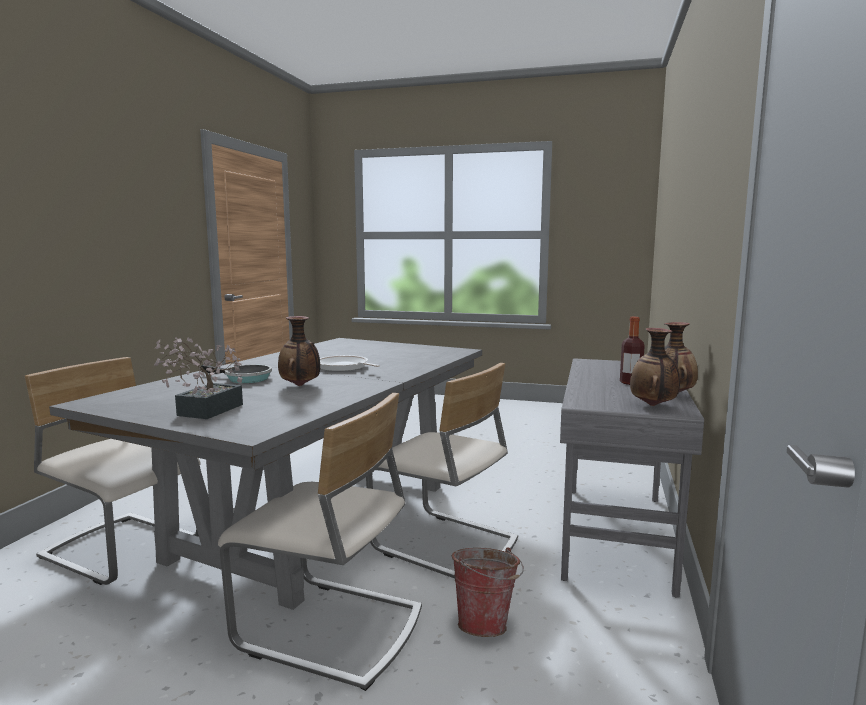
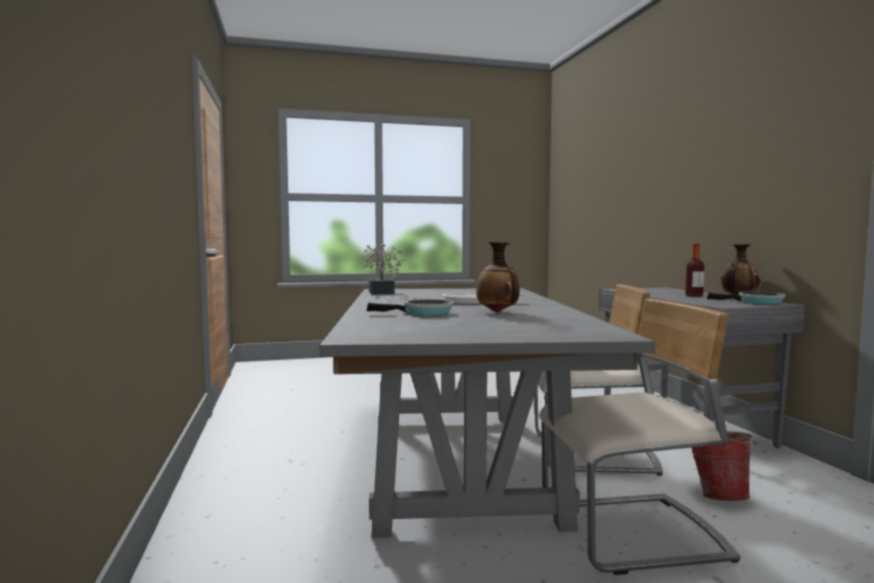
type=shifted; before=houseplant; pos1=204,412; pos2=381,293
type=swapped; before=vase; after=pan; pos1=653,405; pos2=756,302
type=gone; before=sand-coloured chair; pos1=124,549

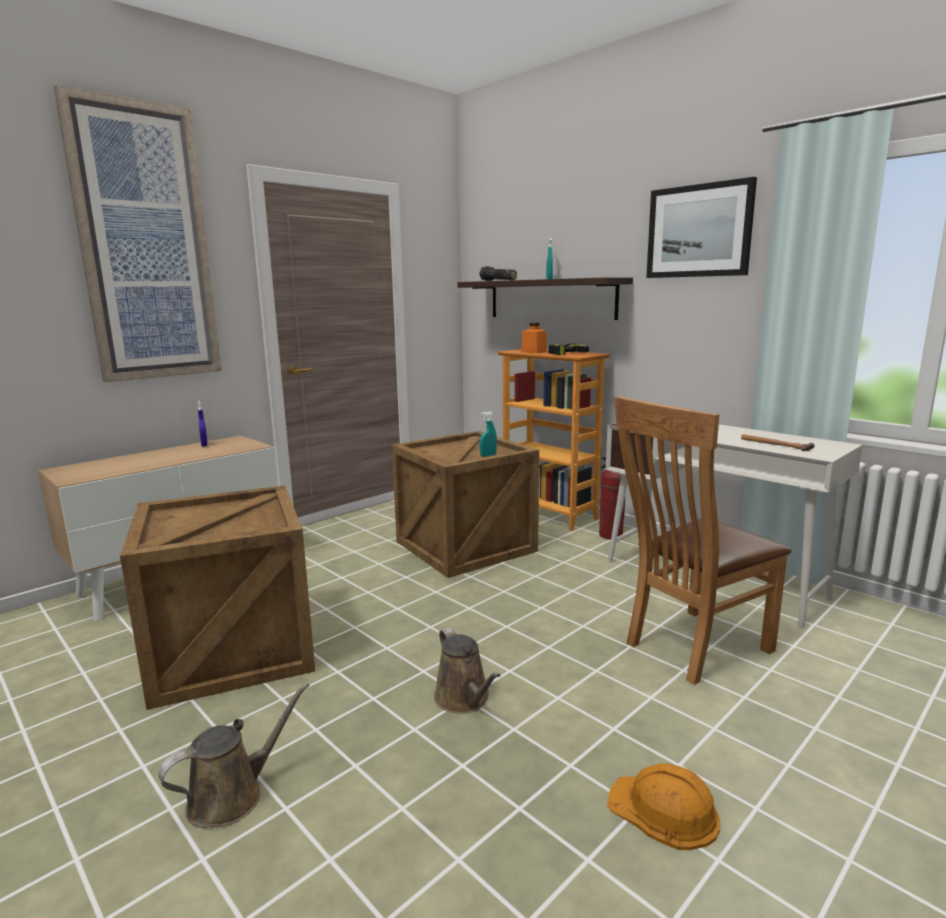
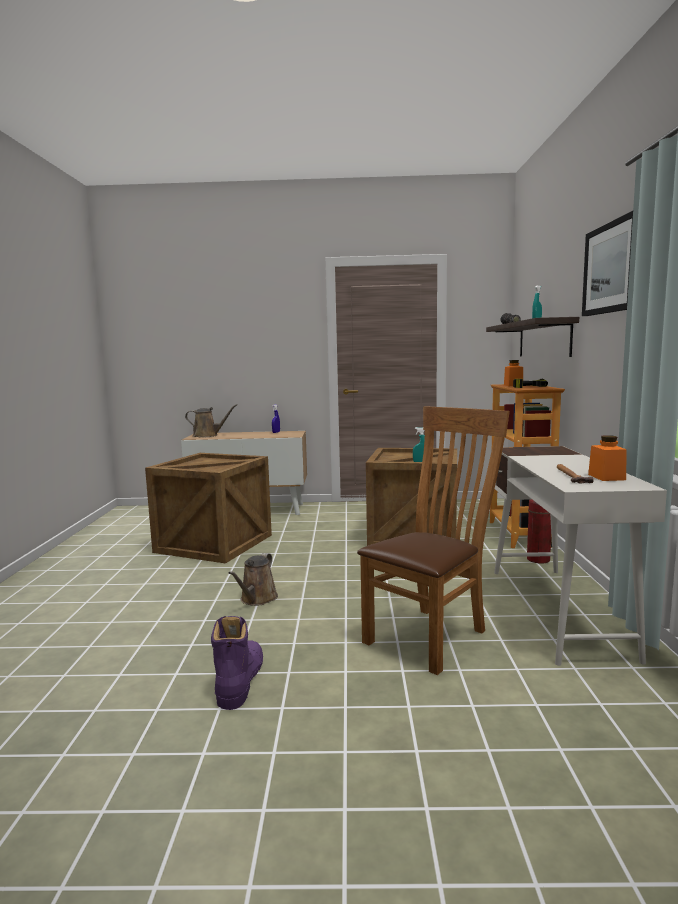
type=shifted; before=brown watering pot; pos1=232,796; pos2=208,435
type=swapped; before=orange-coloured work helmet; after=purplish tall boot; pos1=664,811; pos2=240,680
type=rotated; before=brown chair; pos1=690,647; pos2=431,635; turn=120
type=new; after=orange-coloured jar; pos2=606,477
type=gone; before=picture; pos1=145,245

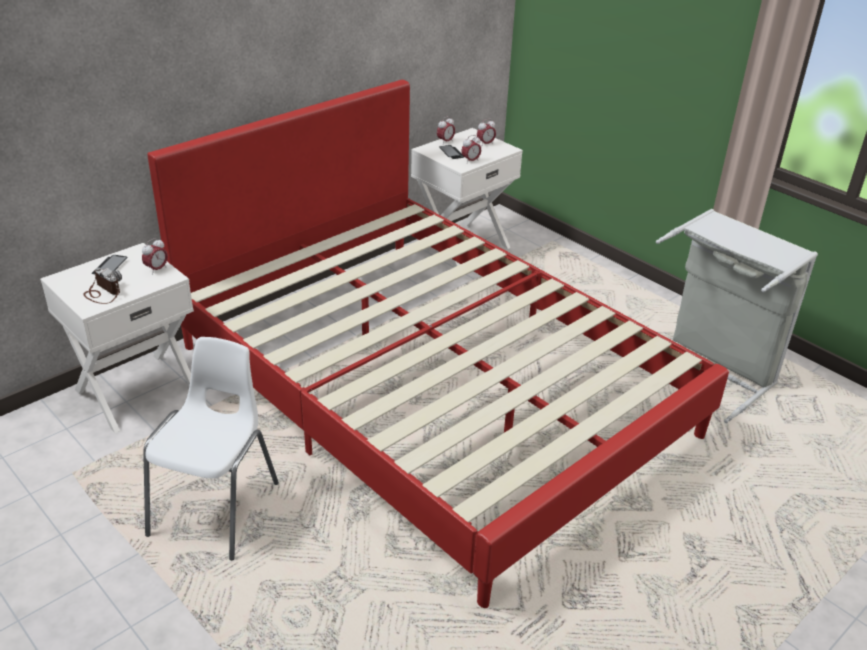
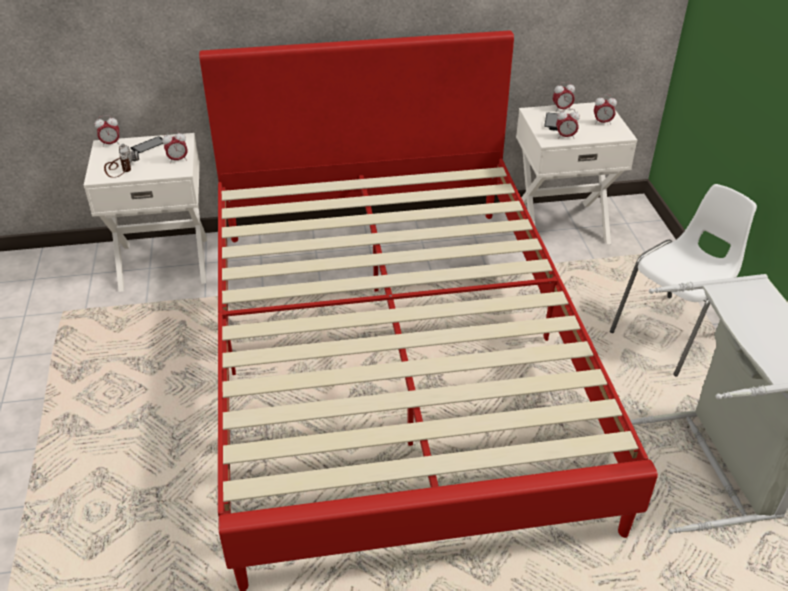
type=new; after=alarm clock; pos2=111,144
type=shifted; before=white-coloured chair; pos1=217,508; pos2=672,333

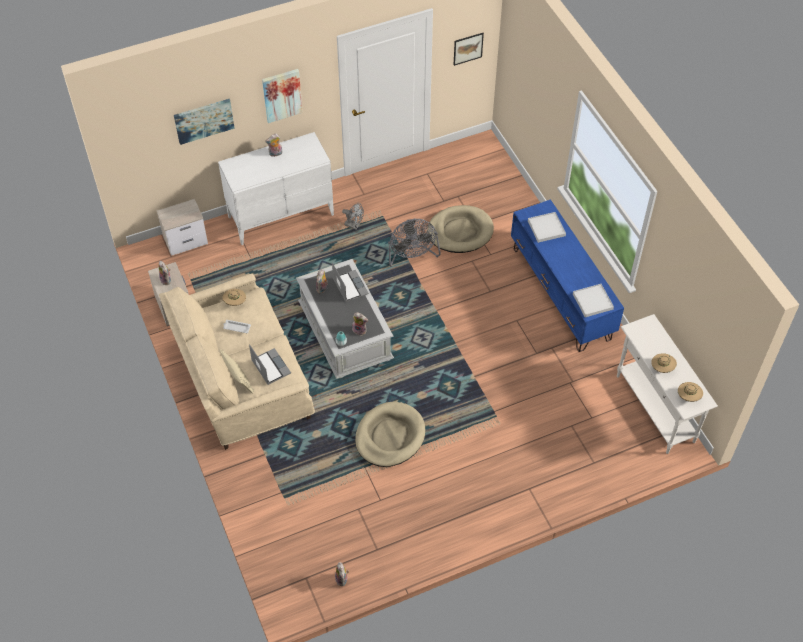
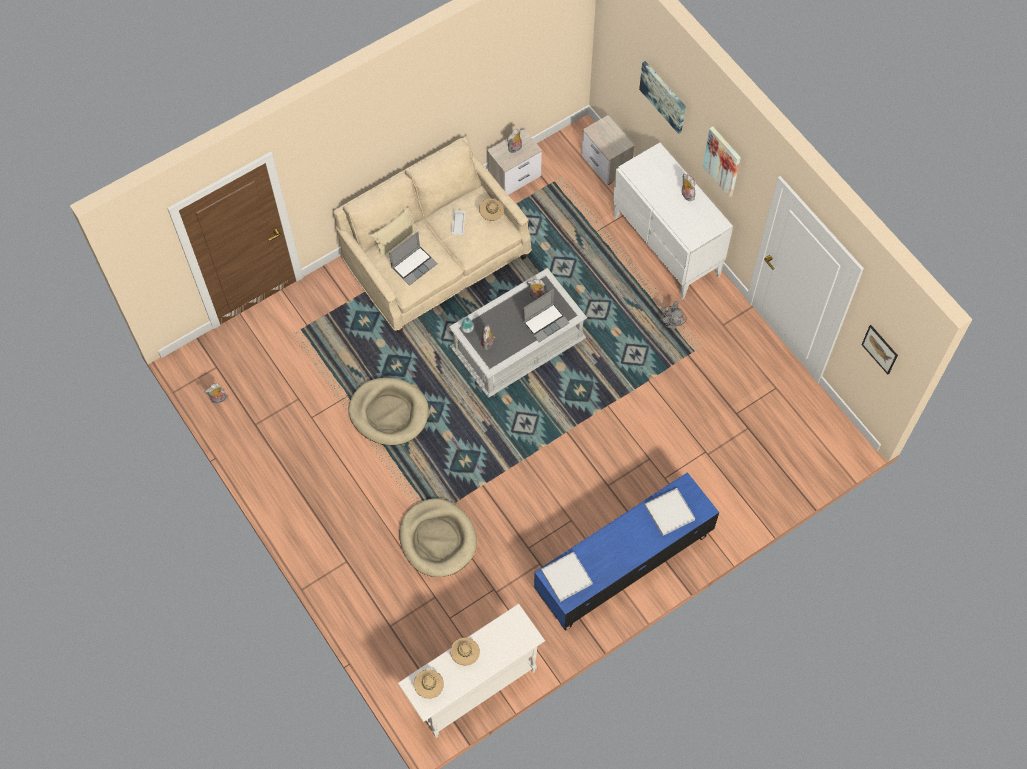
type=shifted; before=sand-coloured pet bed; pos1=460,231; pos2=438,539
type=gone; before=grey electric fan; pos1=409,254

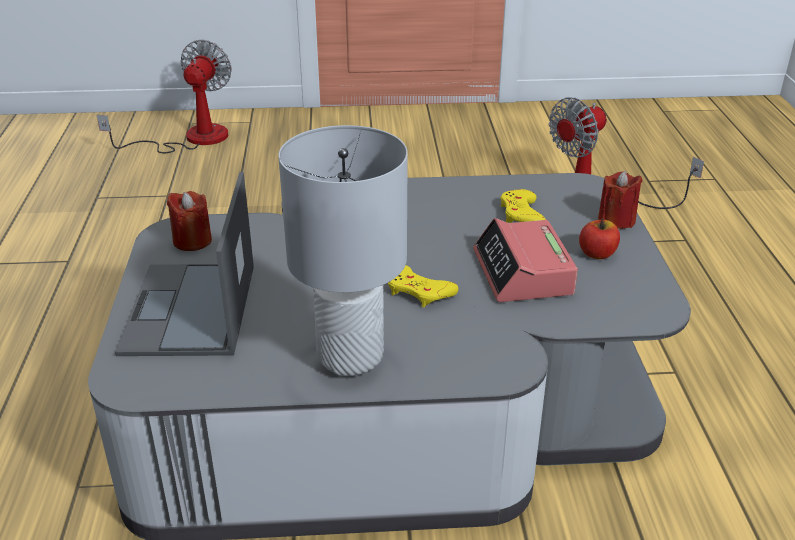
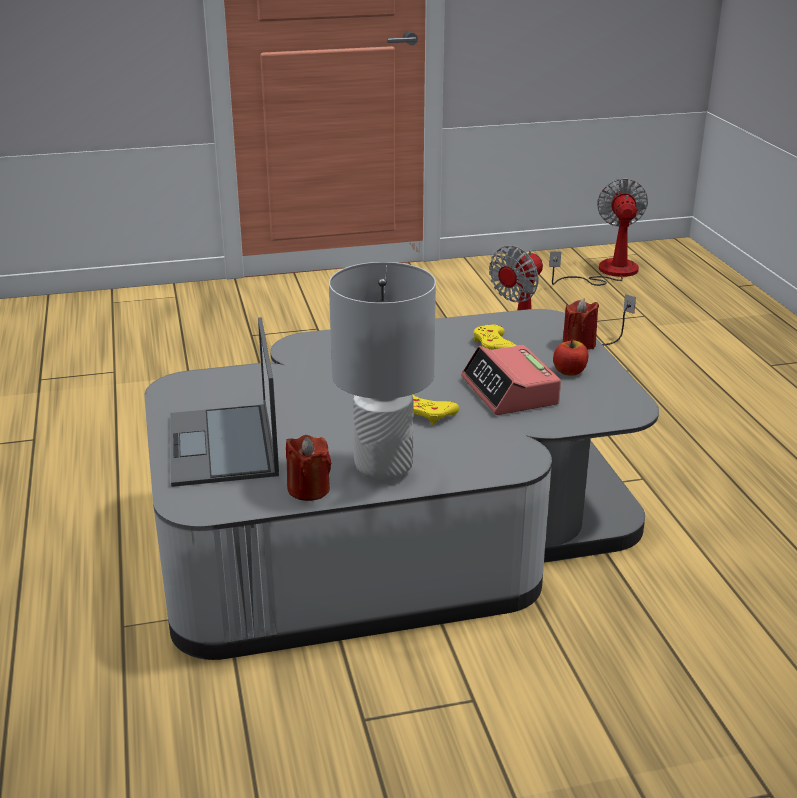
type=shifted; before=red wax candle; pos1=192,241; pos2=308,489
type=shifted; before=electric fan; pos1=191,139; pos2=607,272

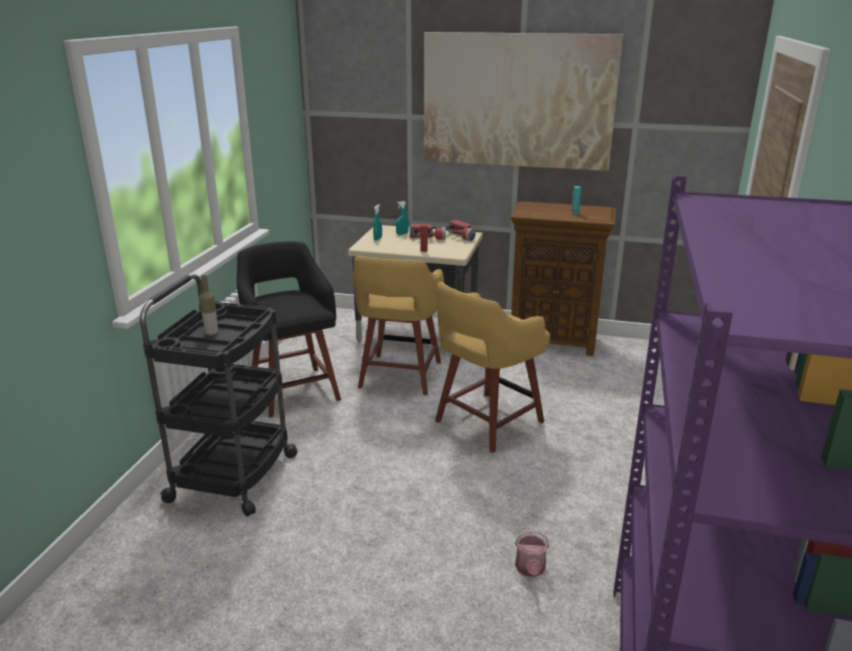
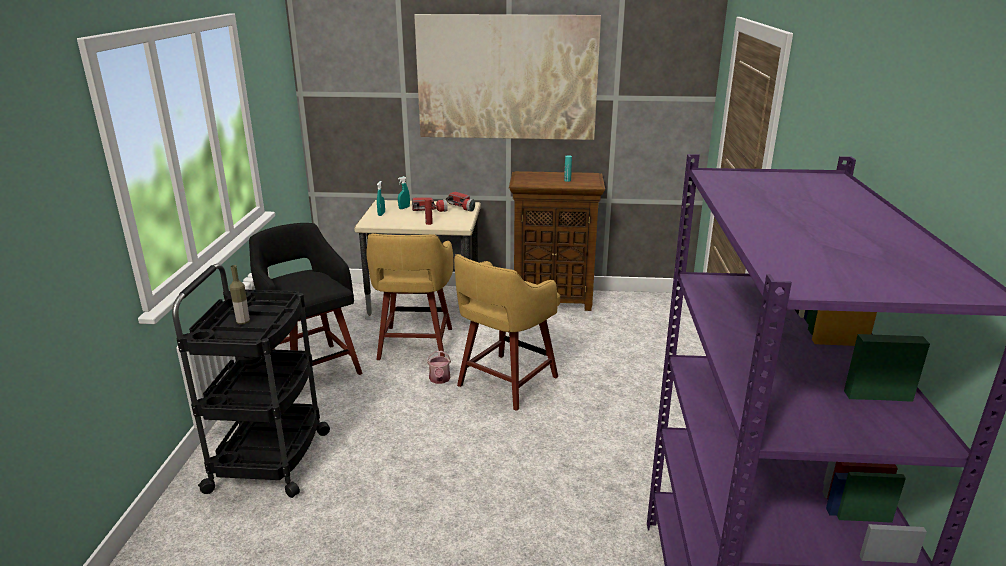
type=shifted; before=watering pot; pos1=530,569; pos2=439,380

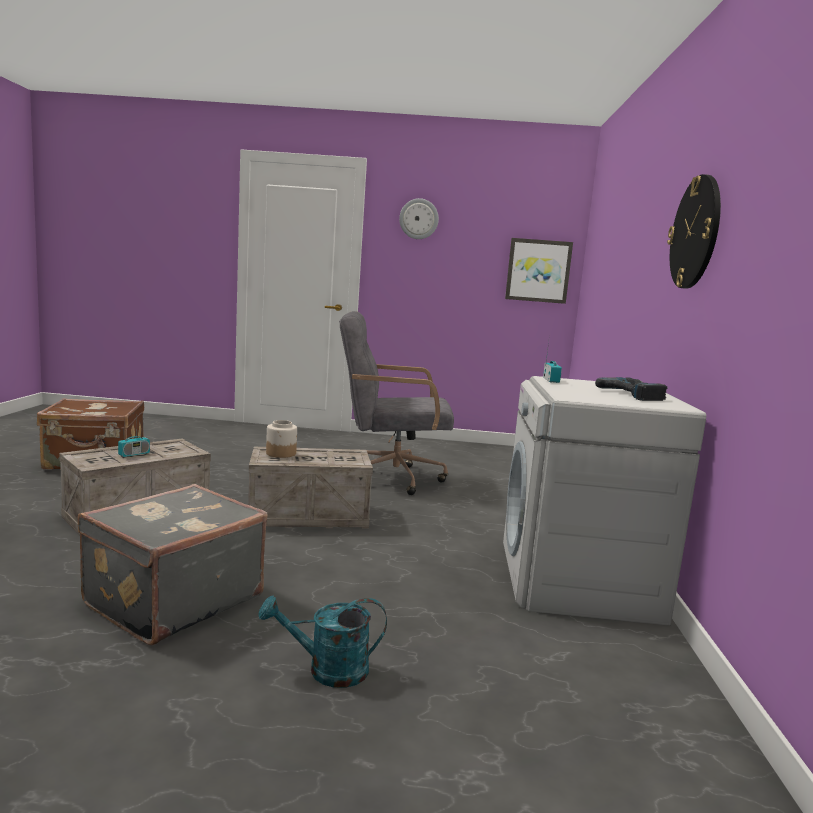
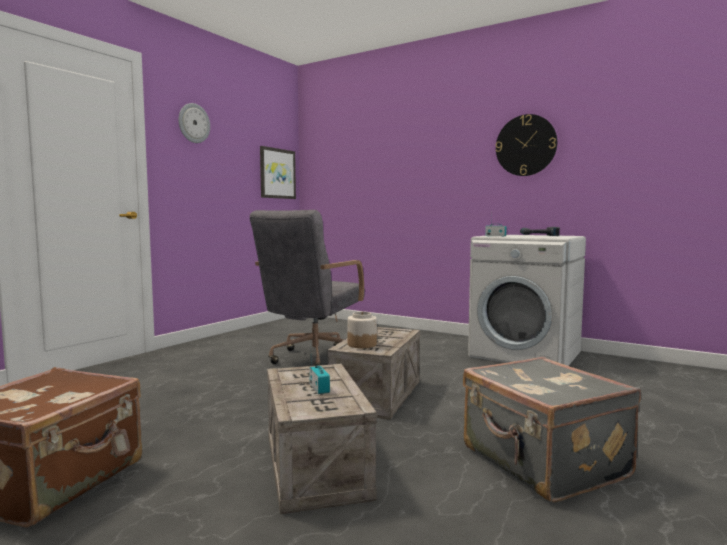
type=gone; before=turquoise watering pot; pos1=327,670

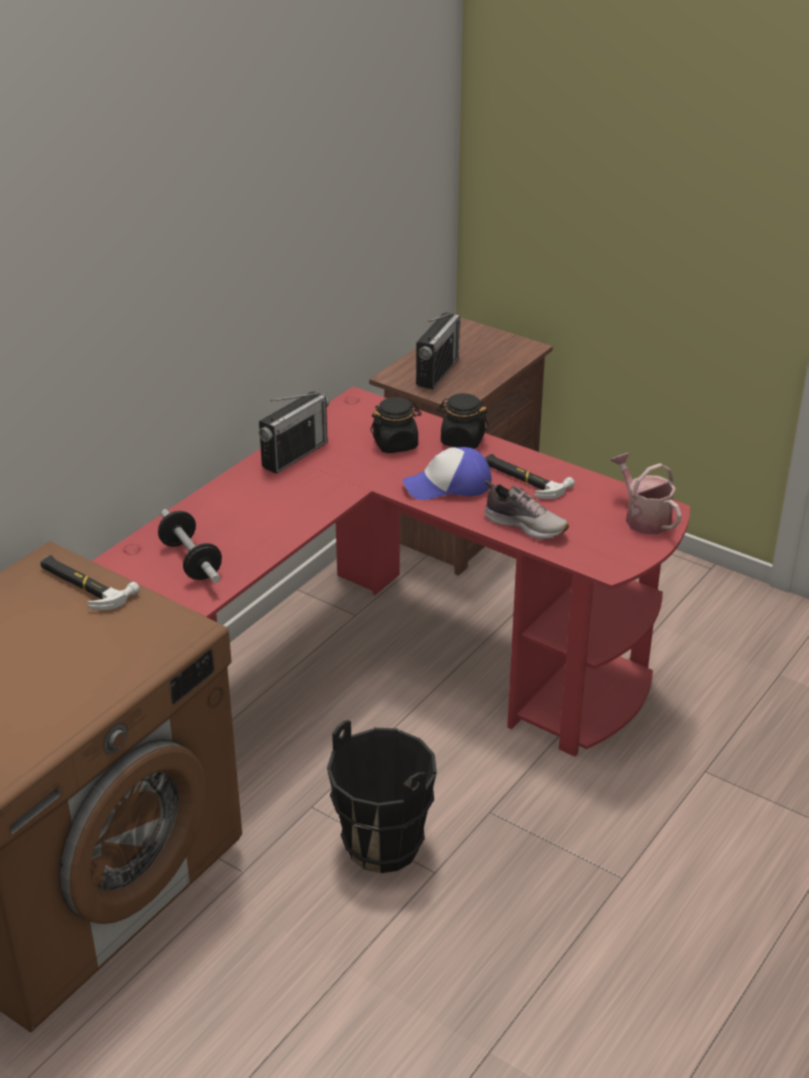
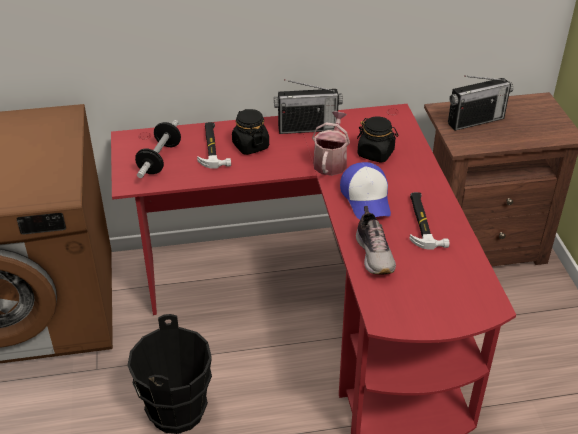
type=shifted; before=hammer; pos1=84,584; pos2=213,147
type=shifted; before=black-coloured jar; pos1=462,440; pos2=250,146
type=shifted; before=watering pot; pos1=643,518; pos2=331,161
type=rotated; before=baseball cap; pos1=448,485; pos2=366,198; turn=-135

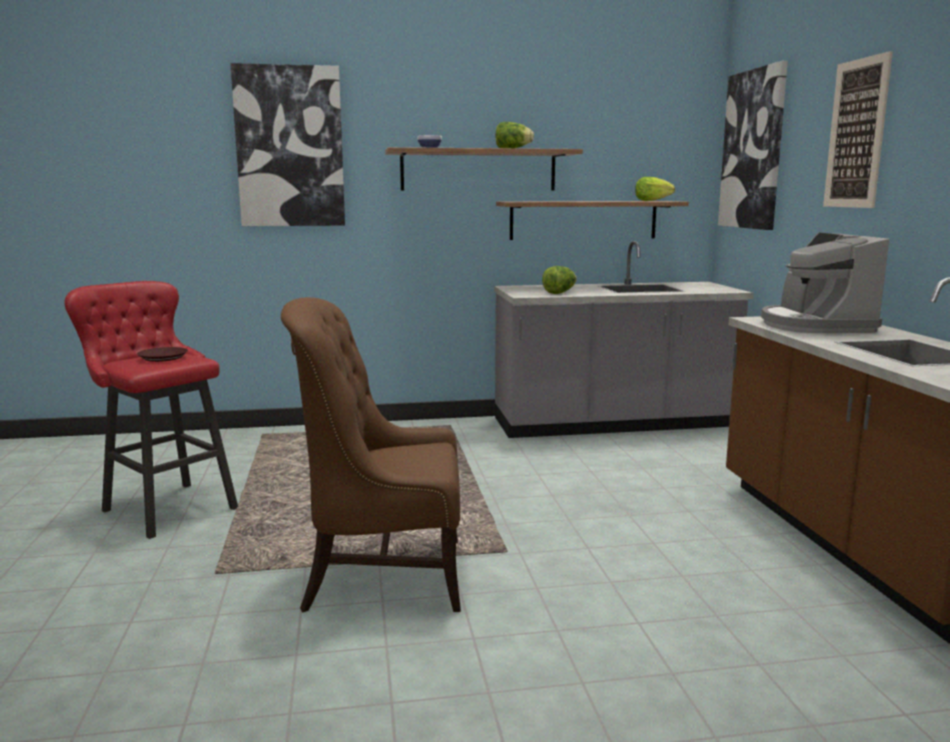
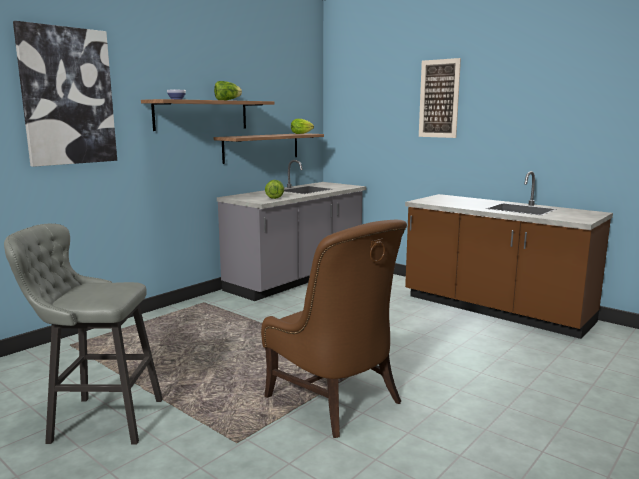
type=repainted; before=red stool; after=grey stool; pos1=162,505; pos2=94,419
type=rotated; before=brown chair; pos1=382,574; pos2=335,400; turn=-90
type=gone; before=brown plate; pos1=162,358
type=gone; before=picture; pos1=753,150
type=gone; before=coffee maker; pos1=814,325

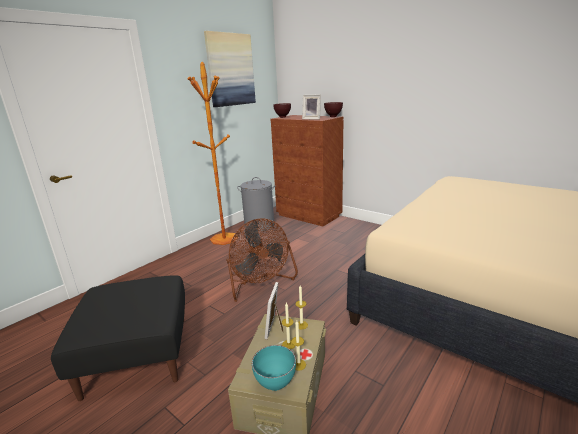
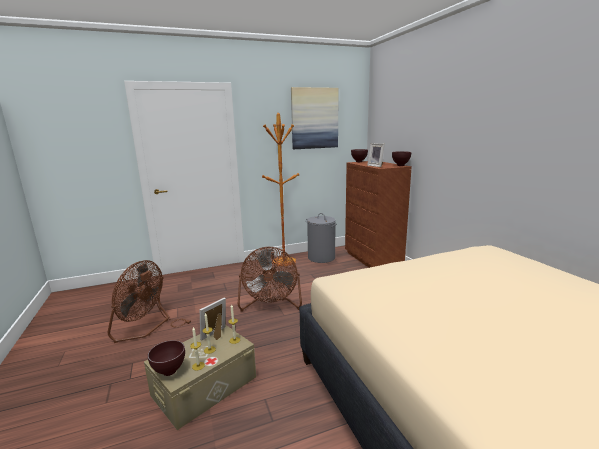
type=swapped; before=black-coloured pouffe; after=brown electric fan; pos1=138,355; pos2=152,325
type=repainted; before=turquoise serving bowl; after=brown serving bowl; pos1=274,385; pos2=168,372

